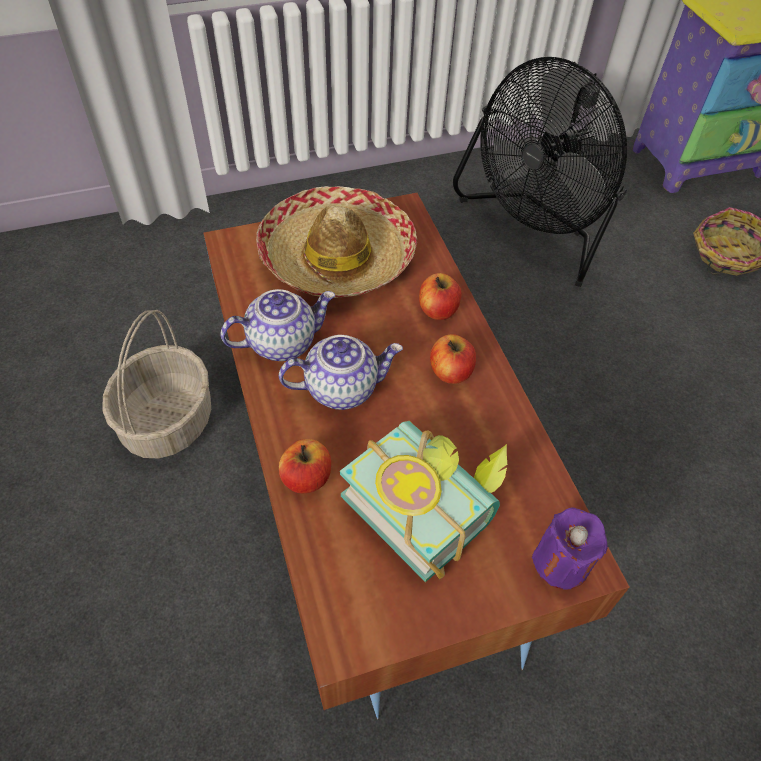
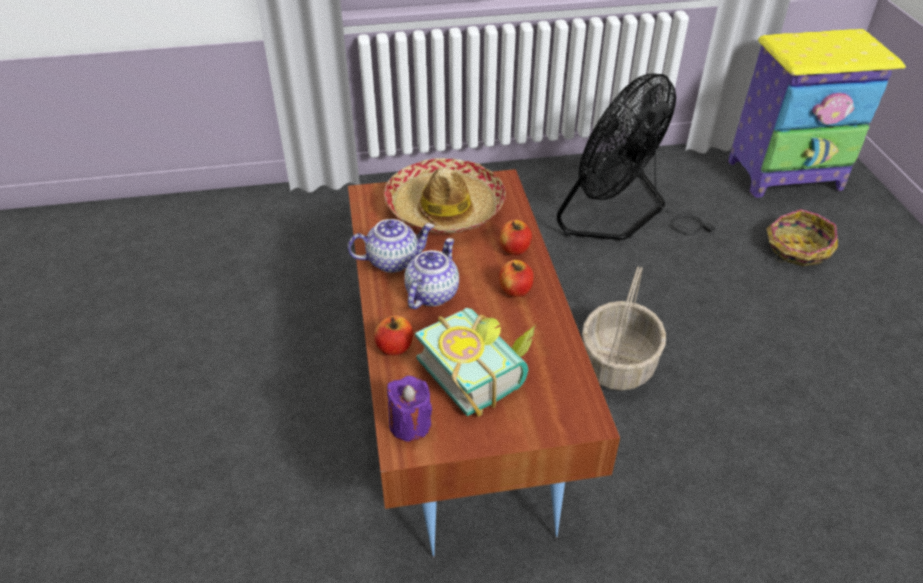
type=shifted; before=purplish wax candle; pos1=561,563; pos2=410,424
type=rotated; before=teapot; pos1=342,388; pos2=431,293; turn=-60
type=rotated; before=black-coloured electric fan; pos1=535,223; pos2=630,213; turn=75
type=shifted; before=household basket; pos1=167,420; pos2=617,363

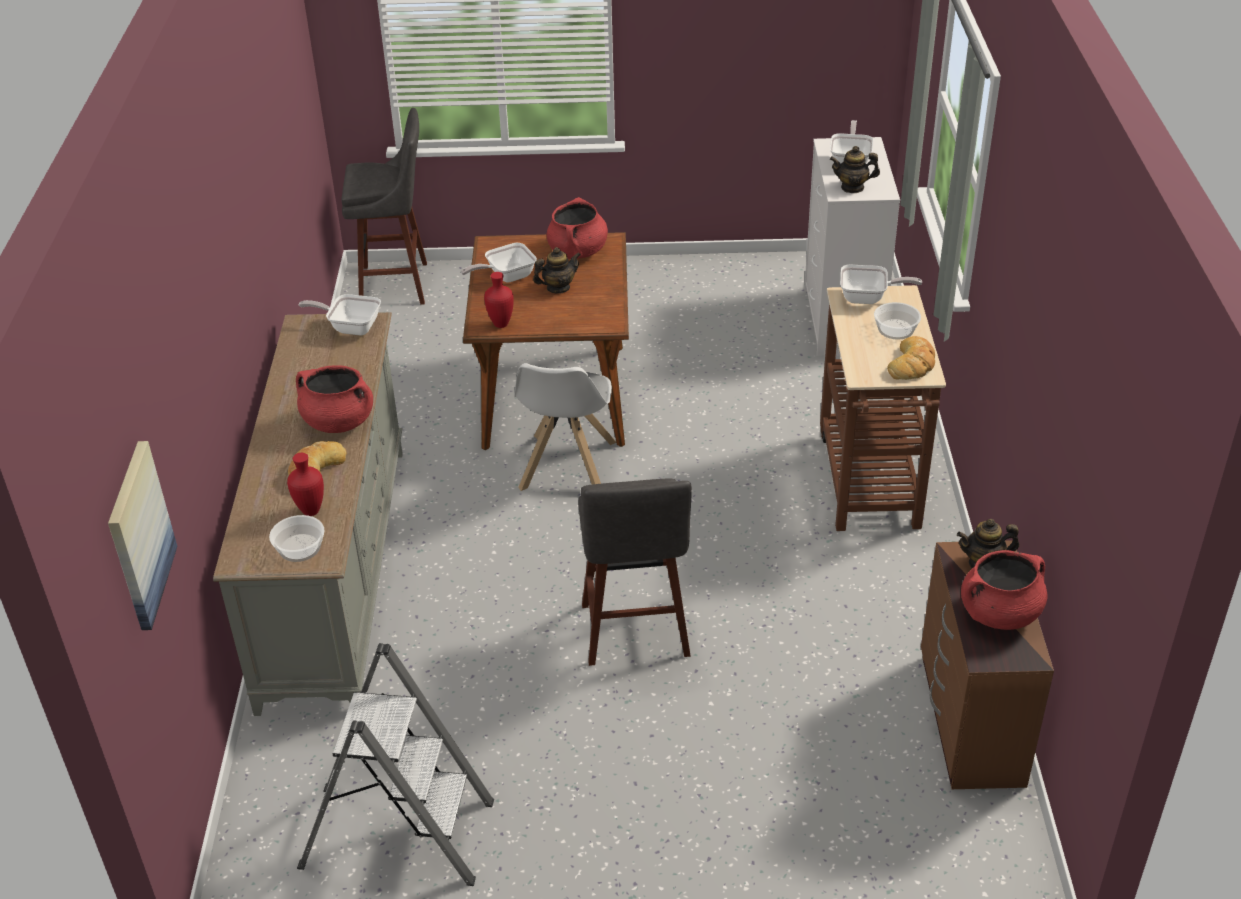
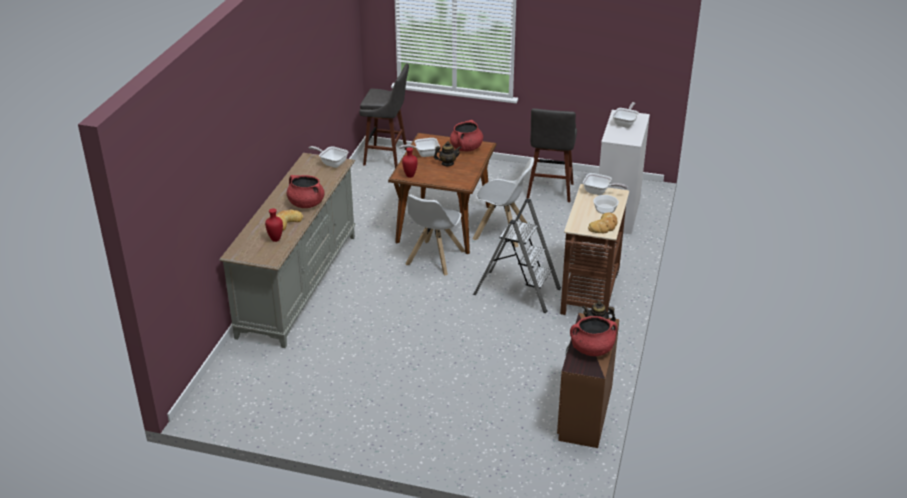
type=new; after=chair; pos2=502,232
type=shifted; before=grey step ladder; pos1=395,832; pos2=516,290
type=shifted; before=grey stool; pos1=634,634; pos2=549,192
type=gone; before=picture; pos1=139,535
type=gone; before=serving bowl; pos1=299,547
type=gone; before=teapot; pos1=852,187

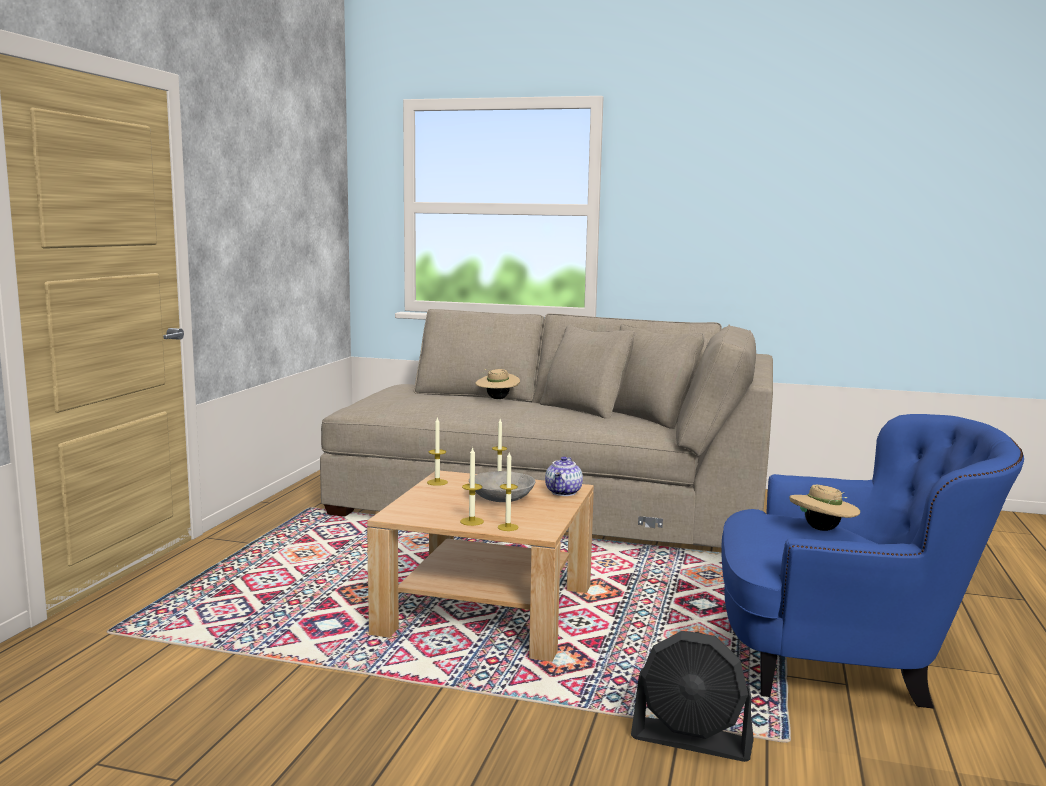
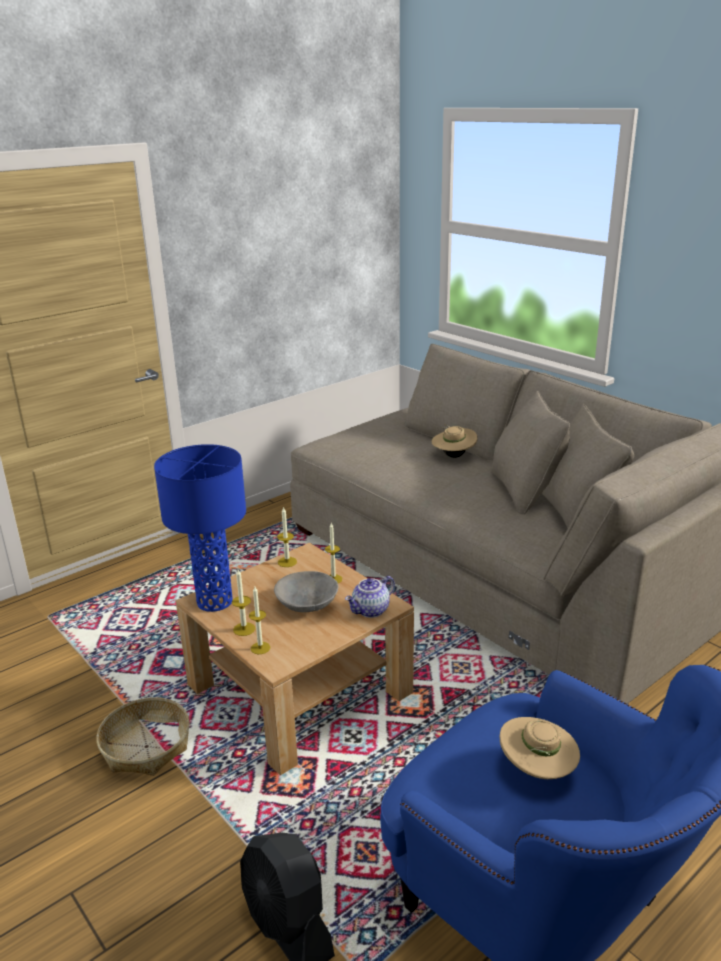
type=new; after=household basket; pos2=147,746
type=new; after=blue tabletop lamp; pos2=214,601

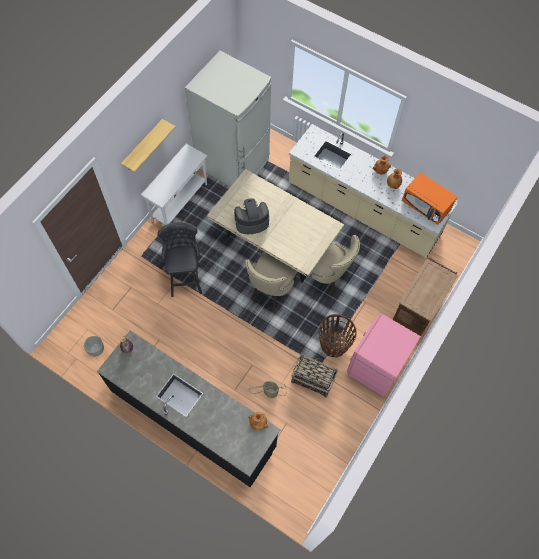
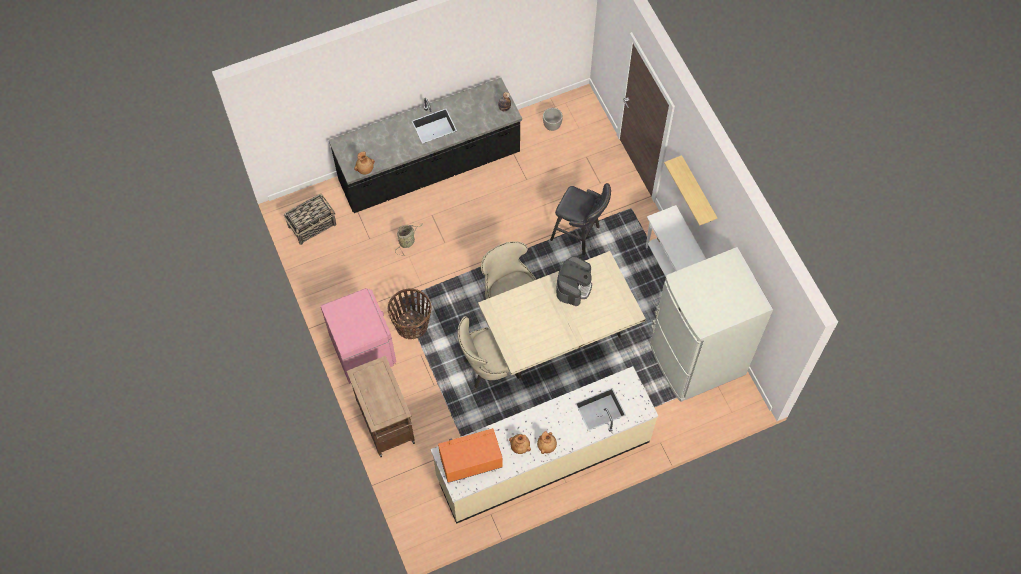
type=shifted; before=household basket; pos1=312,379; pos2=313,225

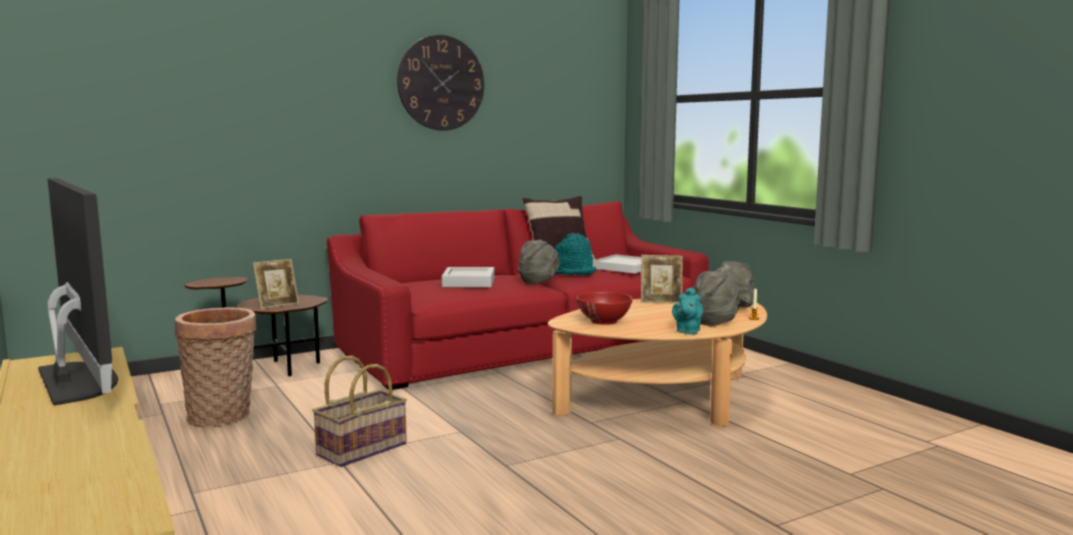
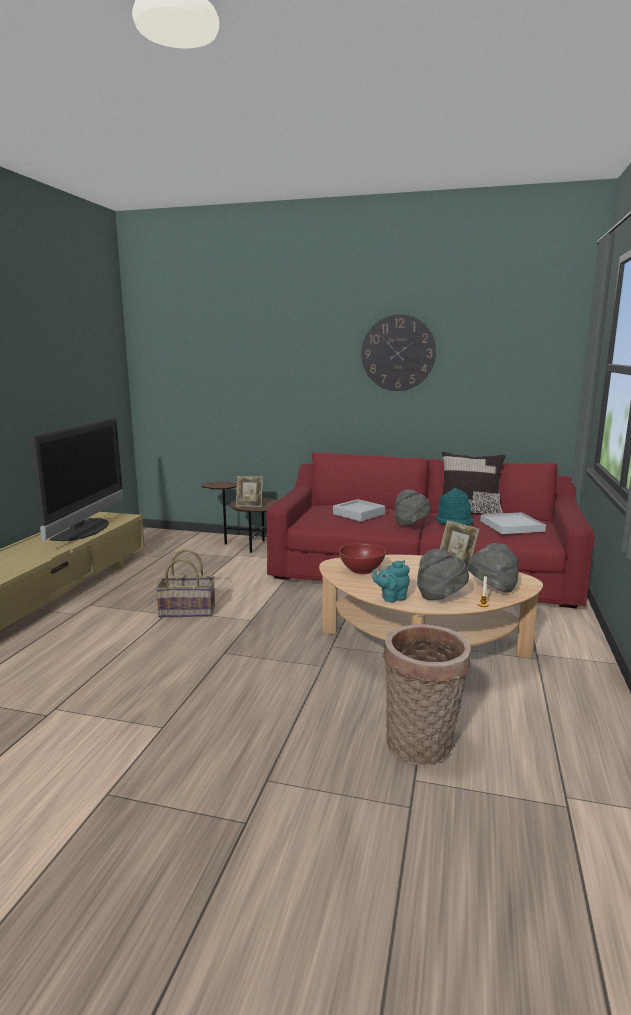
type=shifted; before=household basket; pos1=223,417; pos2=422,747

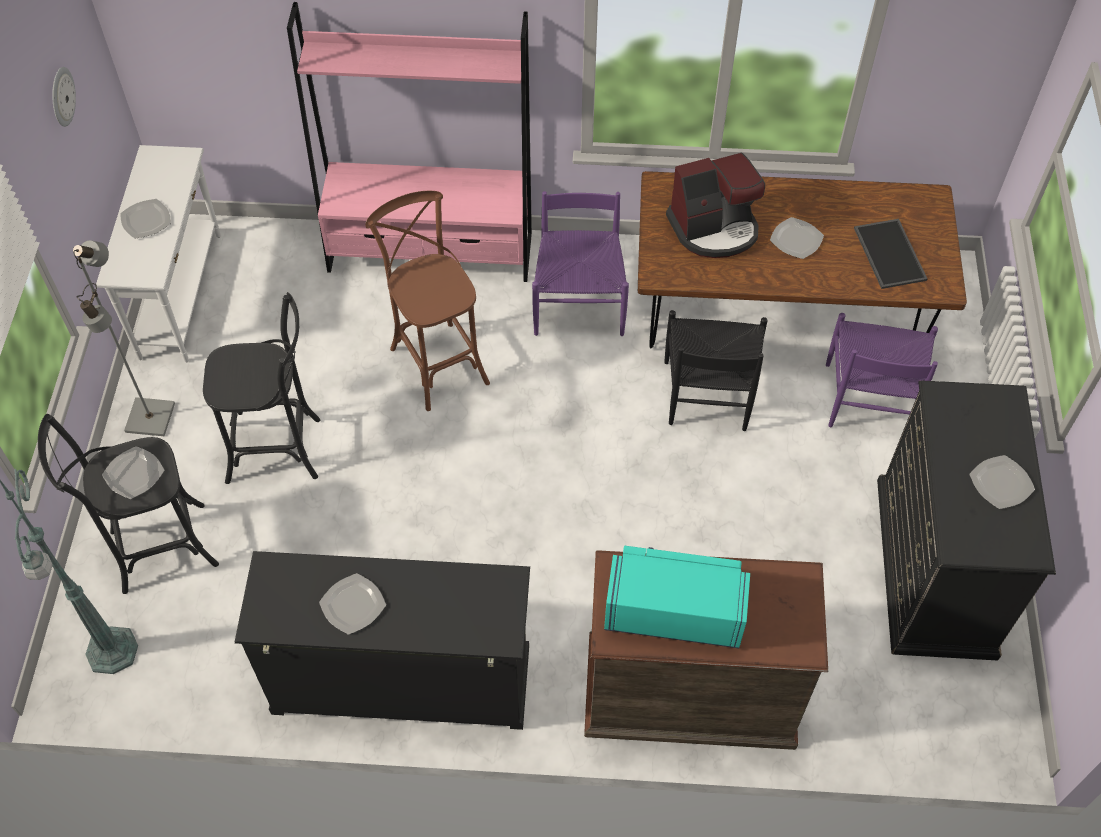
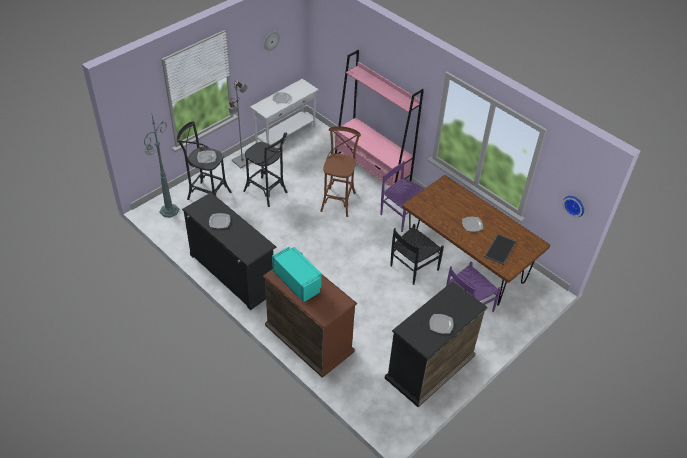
type=rotated; before=purplish chair; pos1=579,306; pos2=401,214; turn=-90
type=new; after=hanging clock; pos2=574,205
type=gone; before=coffee maker; pos1=714,228

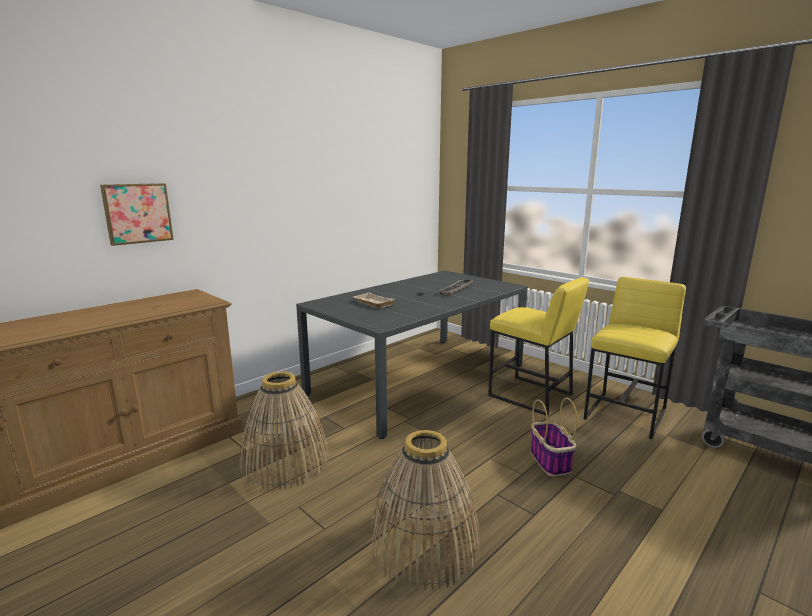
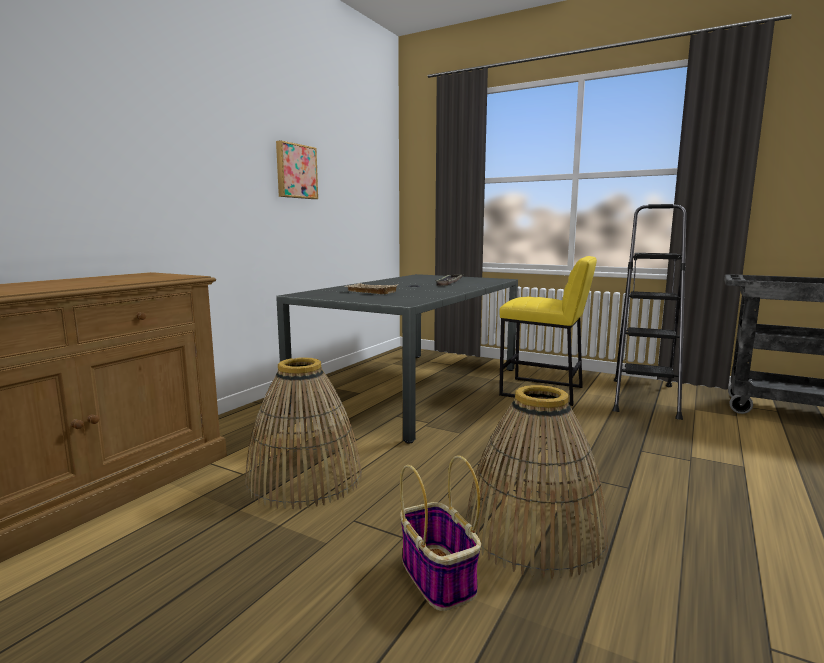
type=shifted; before=picture; pos1=137,213; pos2=295,171
type=shifted; before=household basket; pos1=550,461; pos2=439,577
type=swapped; before=yellow-coloured chair; after=step ladder; pos1=625,414; pos2=644,397

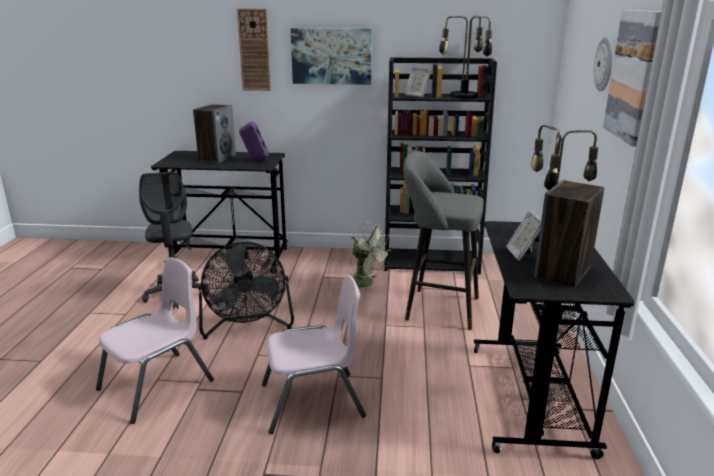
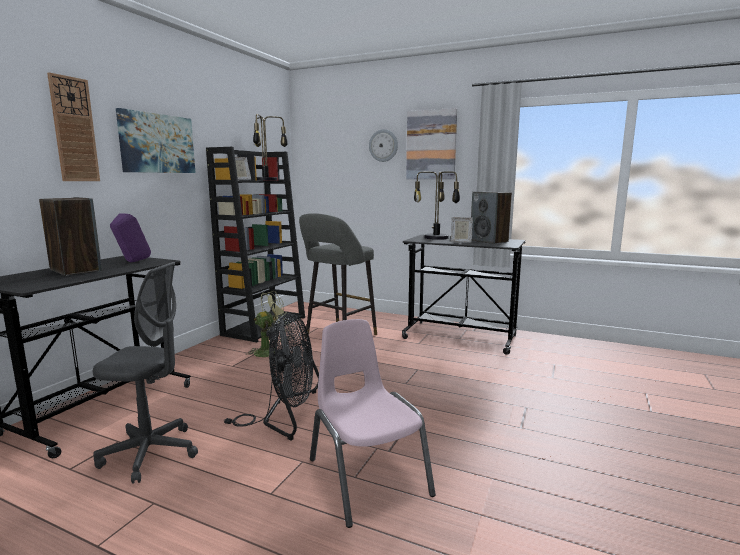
type=gone; before=pink chair; pos1=313,401

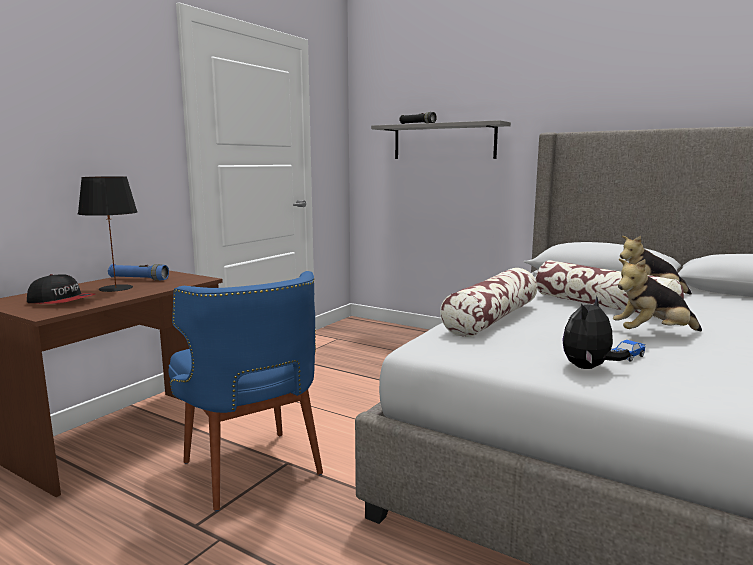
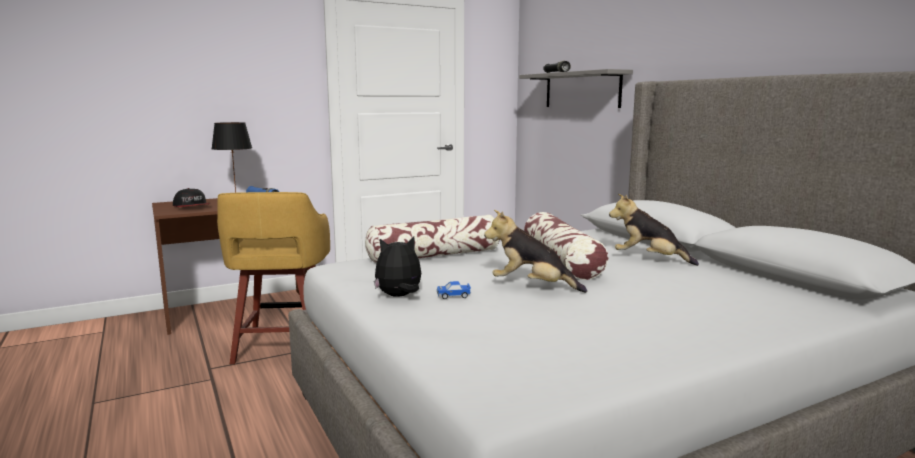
type=swapped; before=blue chair; after=yellow-coloured stool; pos1=252,468; pos2=282,347

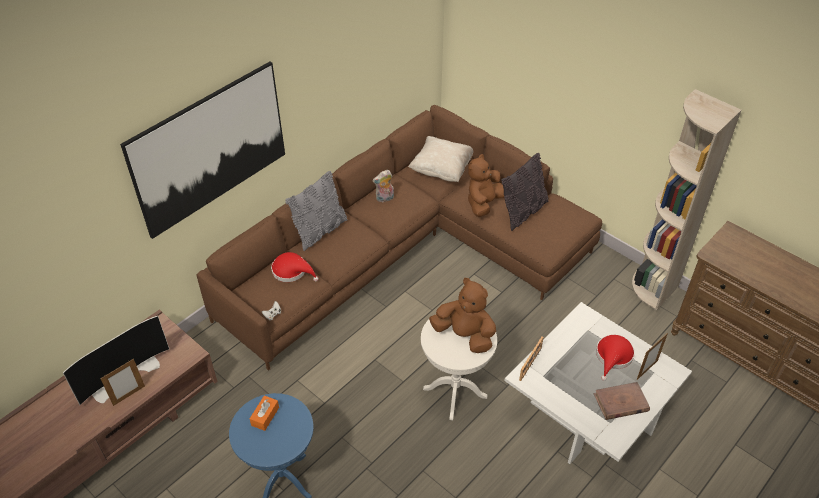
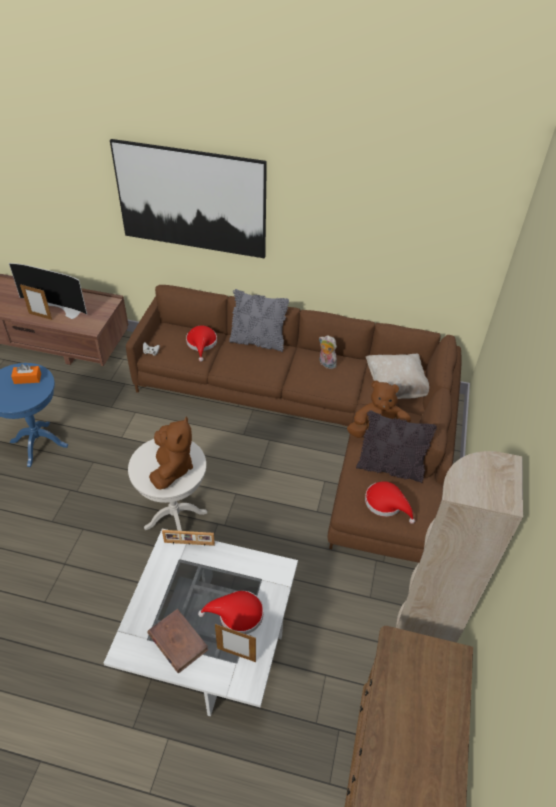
type=new; after=red hat; pos2=386,503

